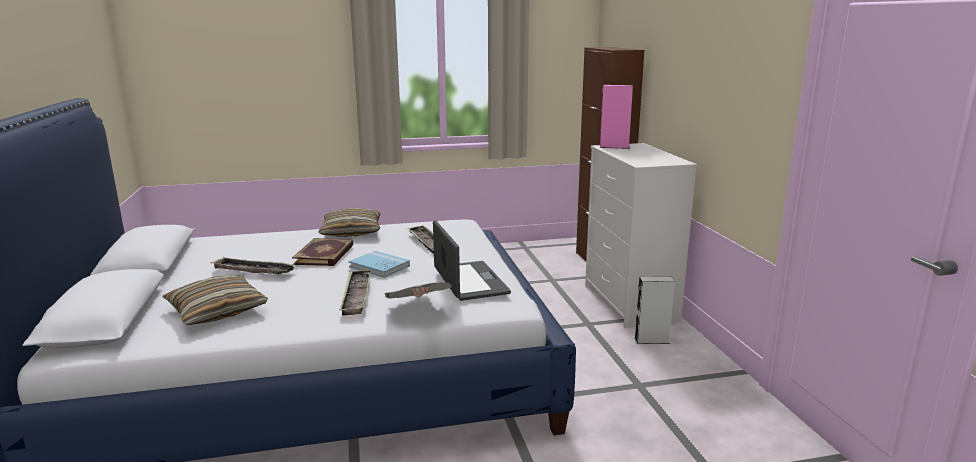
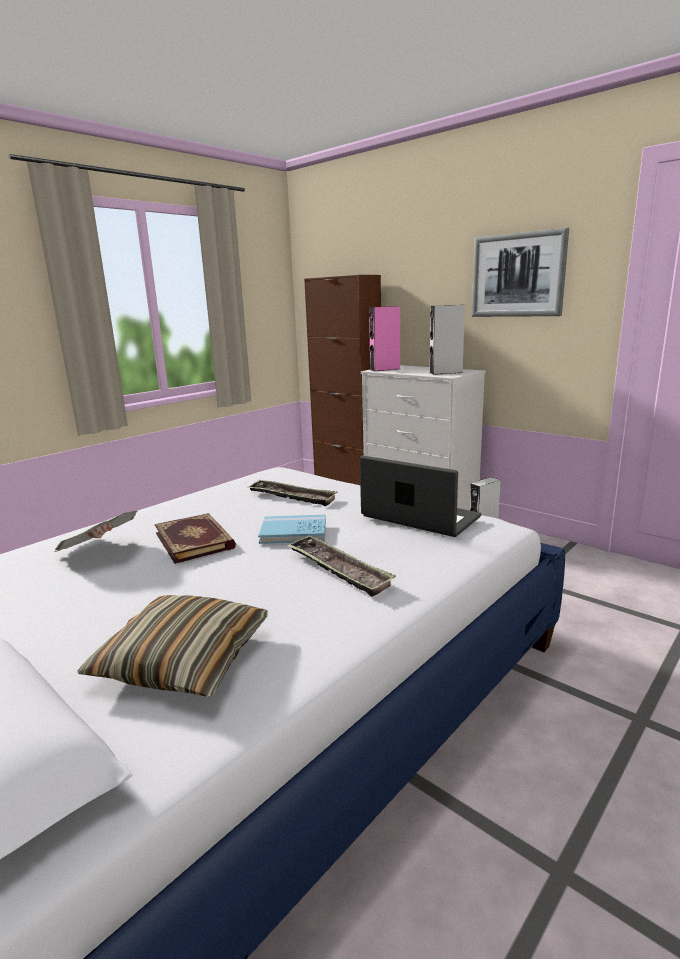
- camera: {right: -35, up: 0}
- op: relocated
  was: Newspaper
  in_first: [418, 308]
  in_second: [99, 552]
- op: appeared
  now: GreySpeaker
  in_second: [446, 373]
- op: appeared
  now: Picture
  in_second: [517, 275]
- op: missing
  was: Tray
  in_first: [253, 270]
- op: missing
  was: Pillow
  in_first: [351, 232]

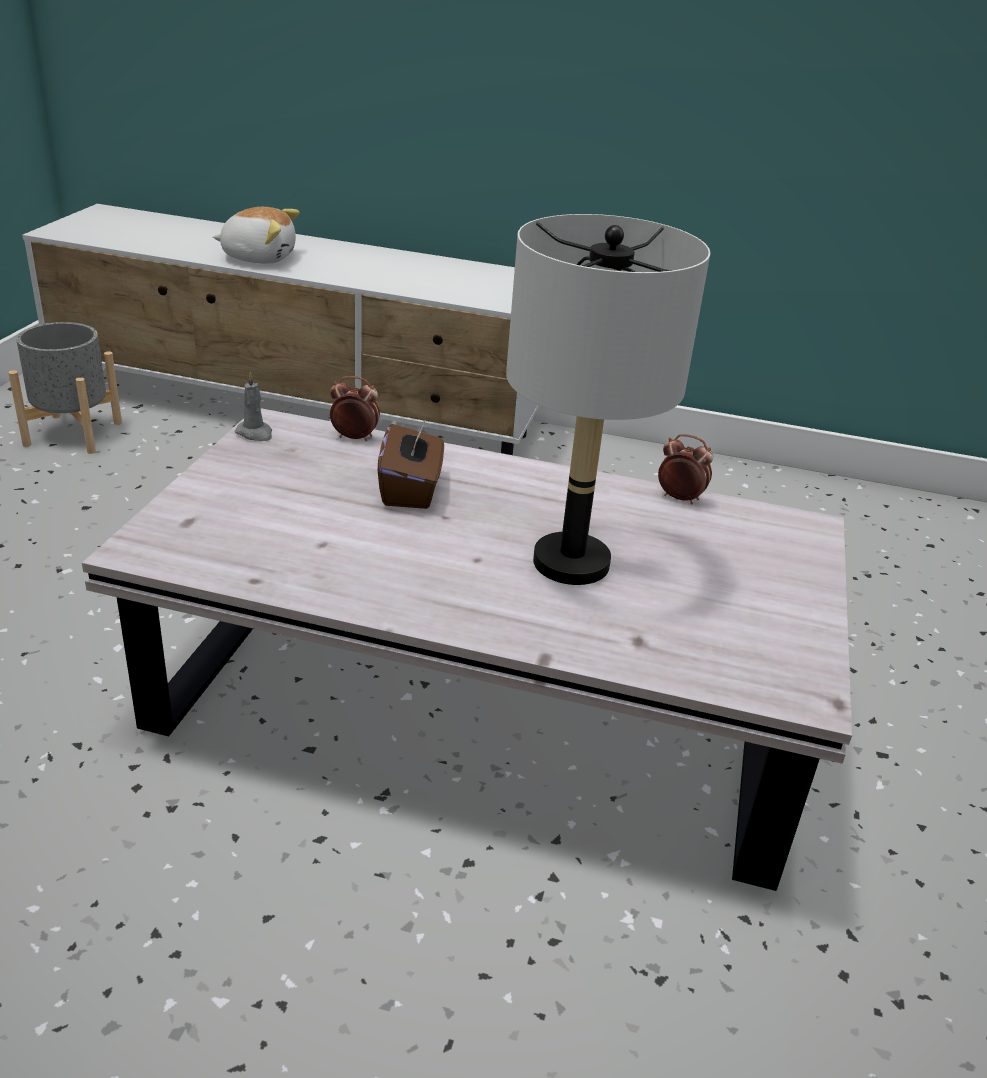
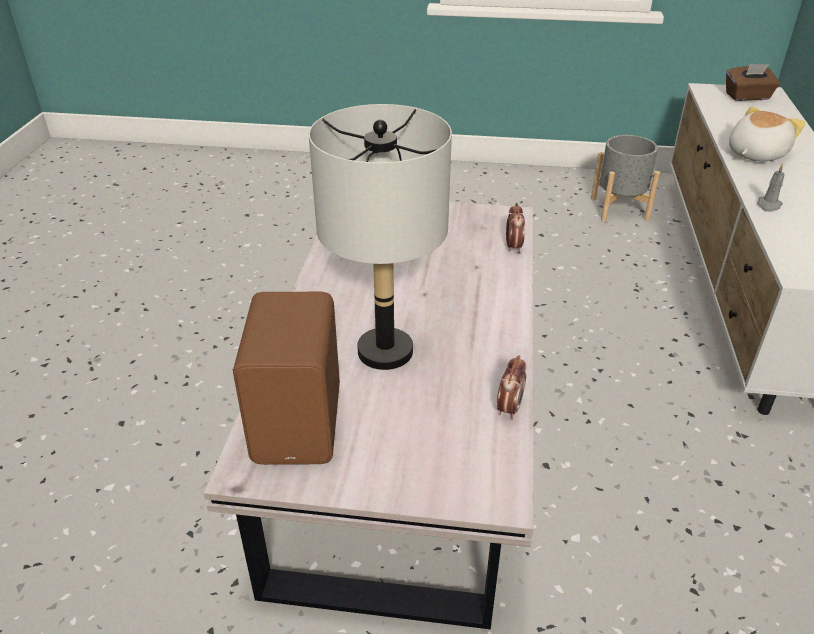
- camera: {right: 85, up: 5}
- op: appeared
  now: BrownSpeaker
  in_second: [301, 423]
- op: relocated
  was: BrownTissueBox
  in_first: [411, 490]
  in_second: [747, 97]
- op: spun
  was: PlushToy
  in_first: [259, 257]
  in_second: [754, 154]
  clockwise: -135
- op: relocated
  was: GreyCandle
  in_first: [255, 433]
  in_second: [768, 205]

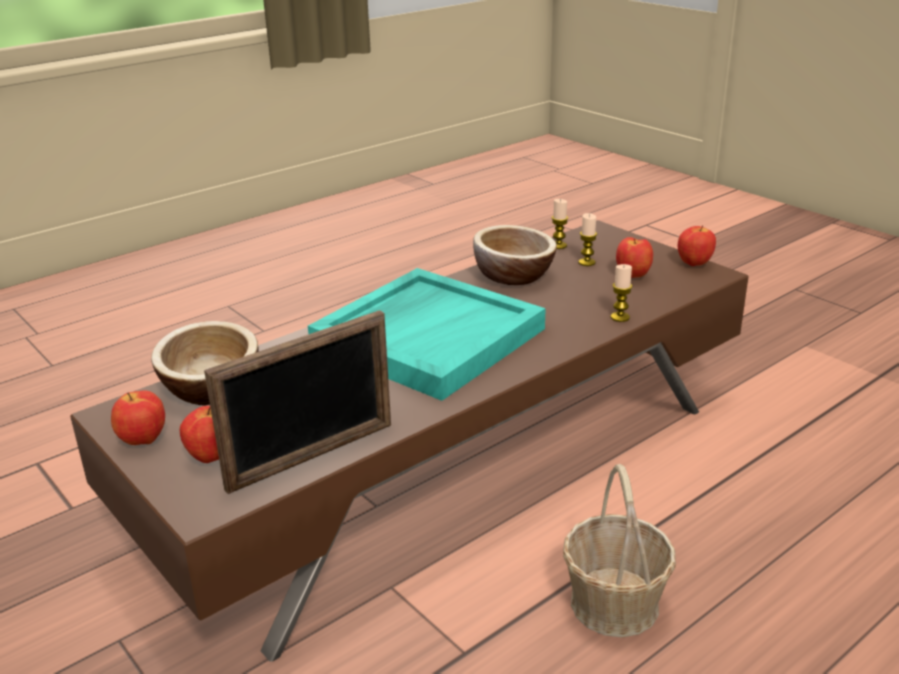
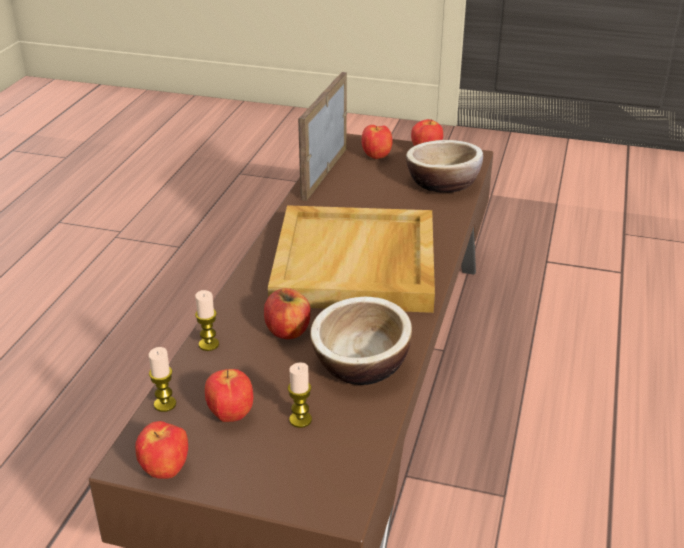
- camera: {right: 145, up: 5}
- op: relocated
  was: Candle
  in_first: [558, 245]
  in_second: [165, 404]
- op: appeared
  now: Apple
  in_second: [288, 331]
- op: colour
  was: TurquoiseTray
  now: BeigeTray
  in_first: [428, 336]
  in_second: [356, 265]
- op: missing
  was: Basket
  in_first: [614, 604]

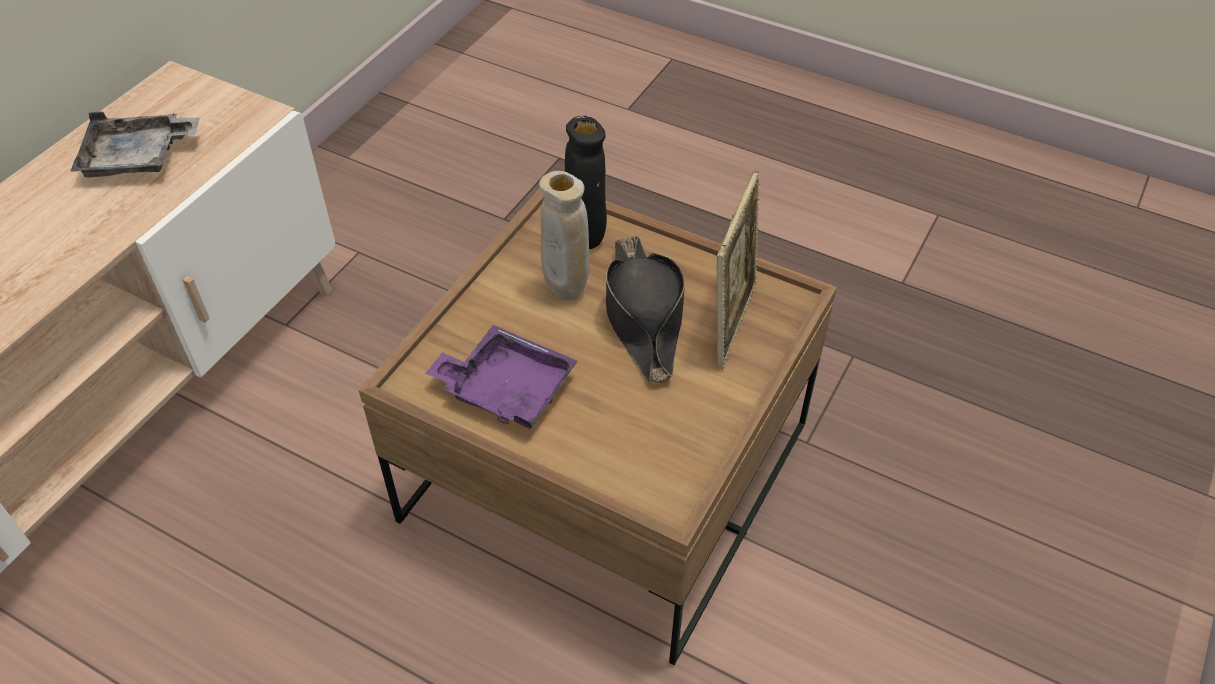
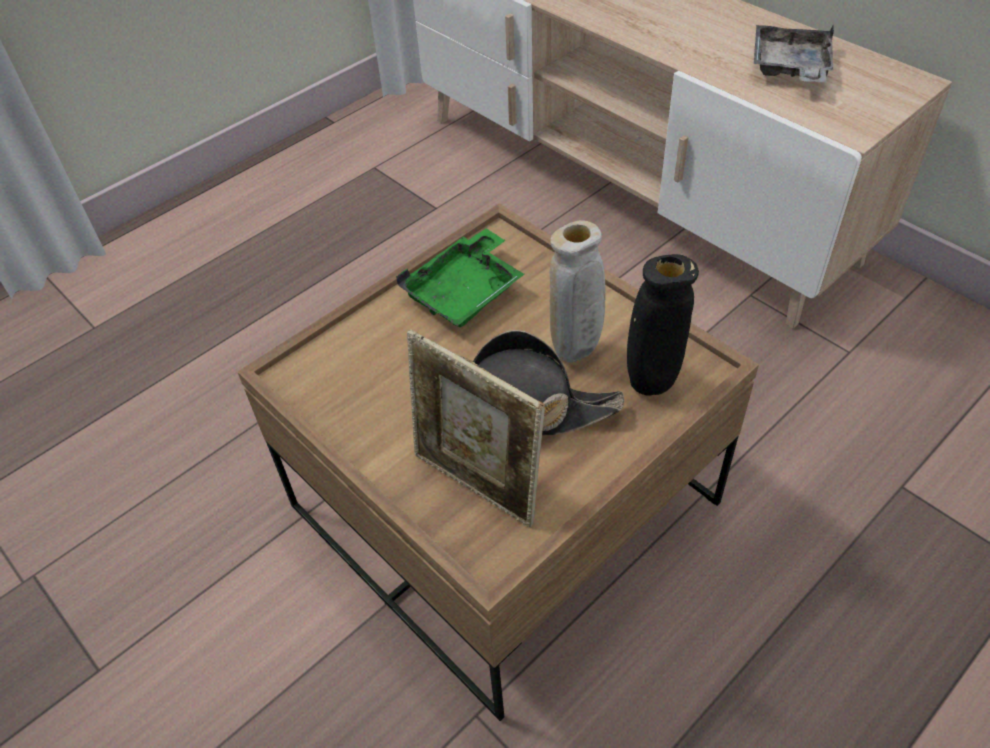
- camera: {right: 110, up: 0}
- op: colour
  was: PurpleTray
  now: GreenTray
  in_first: [506, 388]
  in_second: [465, 292]

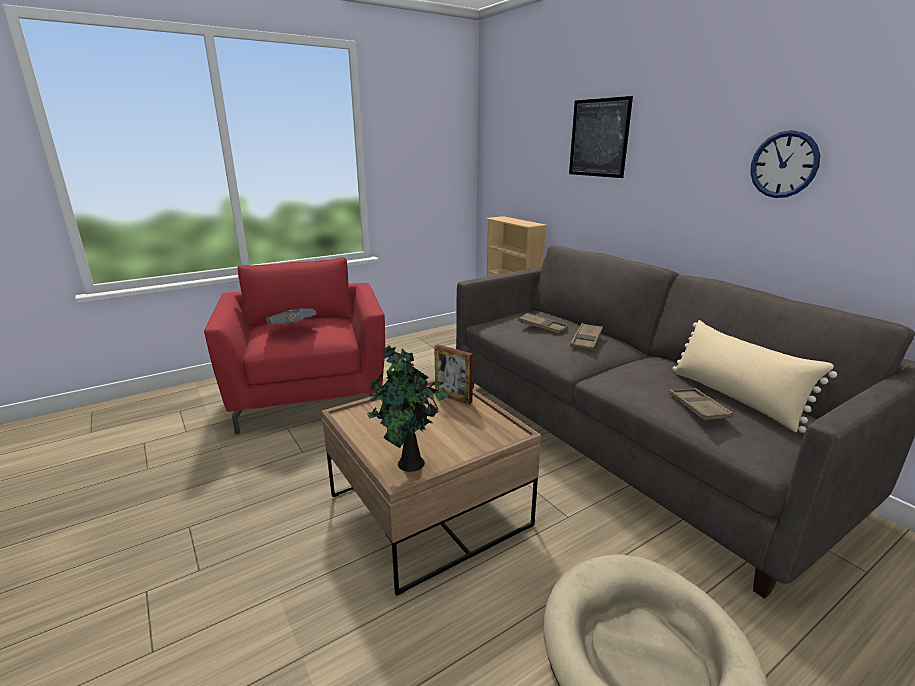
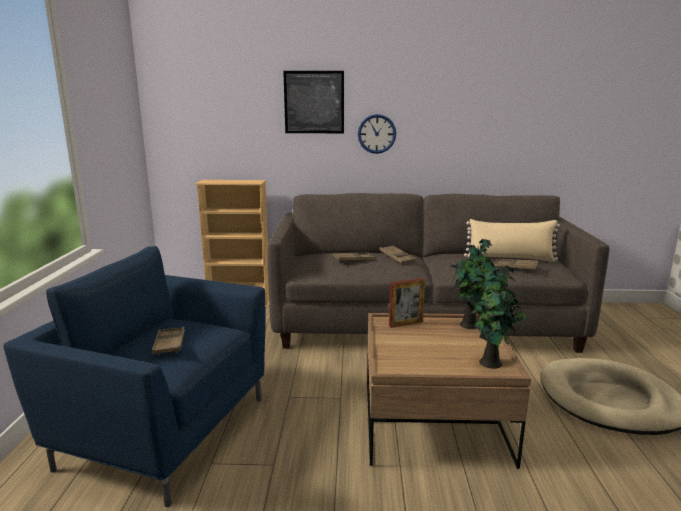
- camera: {right: -55, up: -5}
- op: colour
  was: RedArmchair
  now: BlueArmchair
  in_first: [310, 397]
  in_second: [164, 430]
- op: exchanged
  was: Newspaper
  now: BrownTray
  in_first: [293, 330]
  in_second: [169, 344]
- op: relocated
  was: WallClock
  in_first: [784, 164]
  in_second: [376, 134]
- op: appeared
  now: PottedPlant
  in_second: [471, 325]

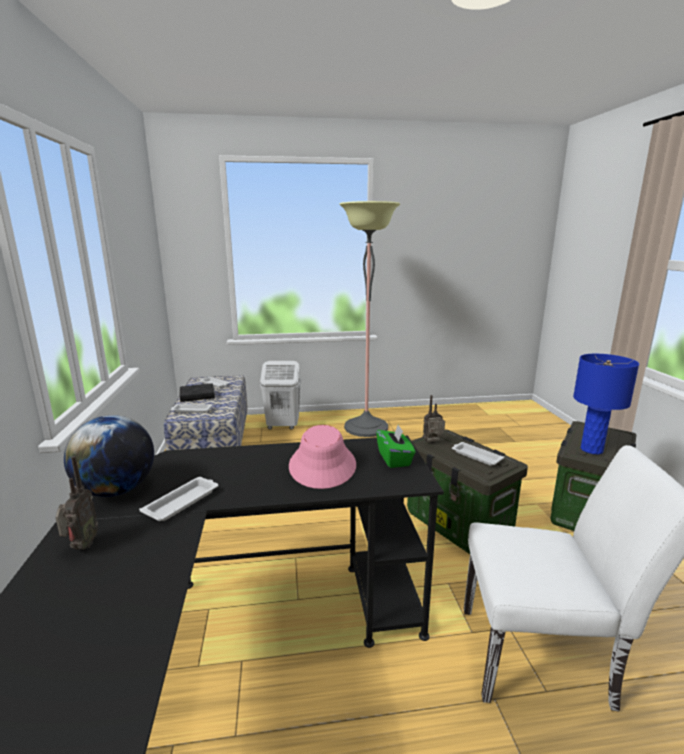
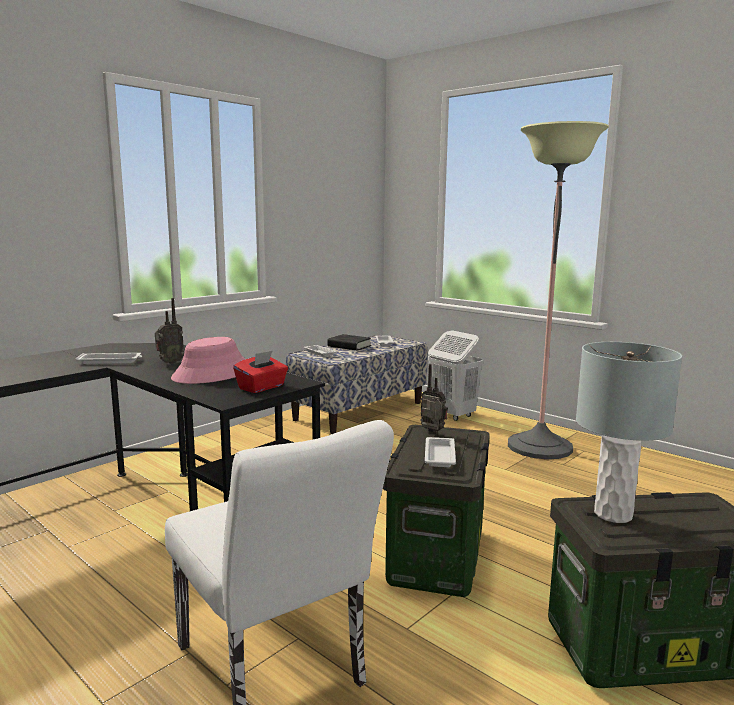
- camera: {right: 50, up: -5}
- op: relocated
  was: Radio
  in_first: [81, 546]
  in_second: [169, 363]
- op: colour
  was: GreenTissueBox
  now: RedTissueBox
  in_first: [394, 459]
  in_second: [262, 387]
- op: colour
  was: BlueTableLamp
  now: GreyTableLamp
  in_first: [591, 450]
  in_second: [612, 514]
- op: missing
  was: Globe
  in_first: [117, 490]

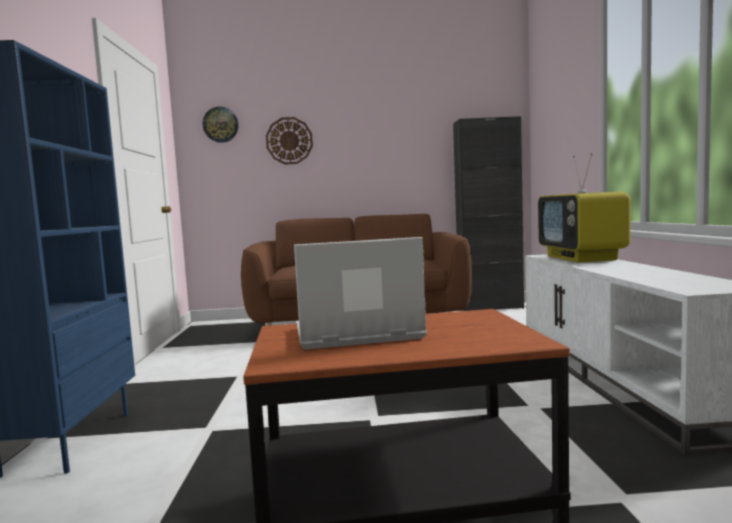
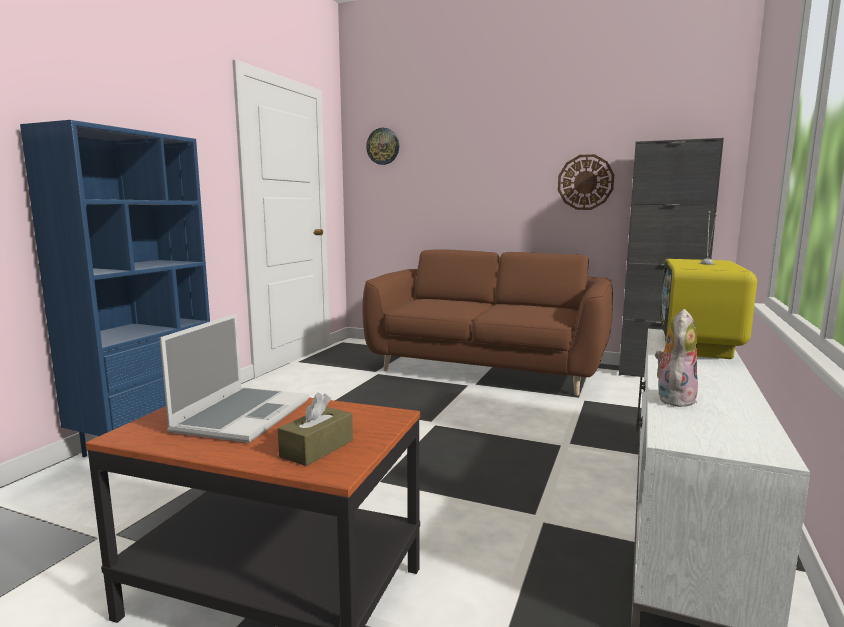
- camera: {right: 25, up: 5}
- op: spun
  was: Laptop
  in_first: [356, 334]
  in_second: [242, 415]
  clockwise: 90
- op: appeared
  now: BrownTissueBox
  in_second: [317, 448]
- op: relocated
  was: WallClock
  in_first: [289, 141]
  in_second: [585, 182]
- op: appeared
  now: PlushToy
  in_second: [673, 398]

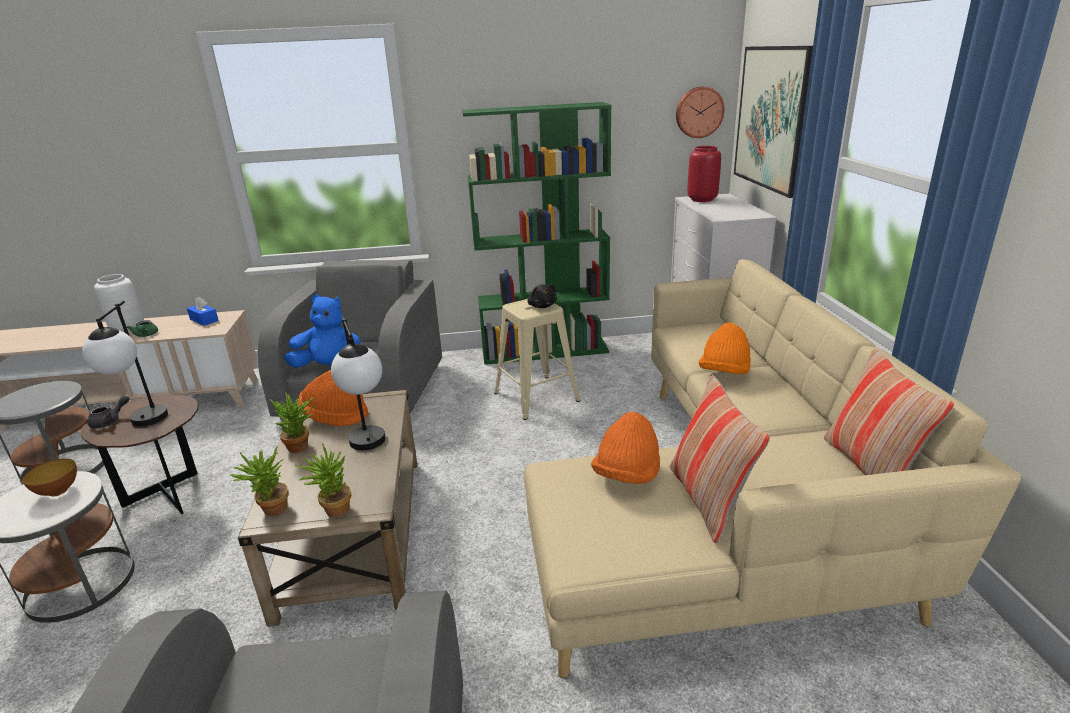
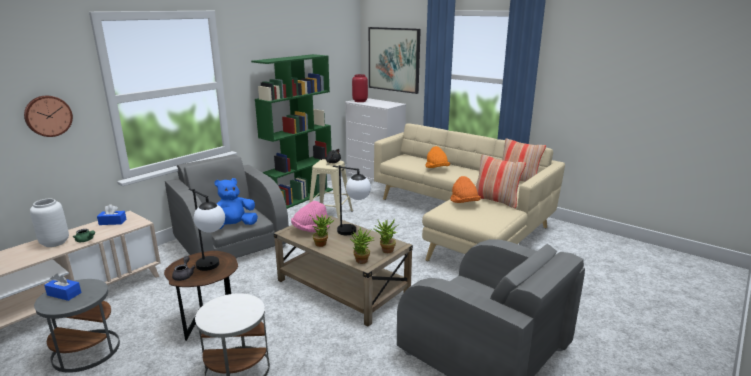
- camera: {right: -45, up: -5}
- op: relocated
  was: WallClock
  in_first: [699, 112]
  in_second: [48, 116]
- op: appeared
  now: BlueTissueBox
  in_second: [64, 294]
- op: colour
  was: OrangeHat
  now: PinkHat
  in_first: [335, 416]
  in_second: [310, 230]
- op: missing
  was: Bowl
  in_first: [58, 491]

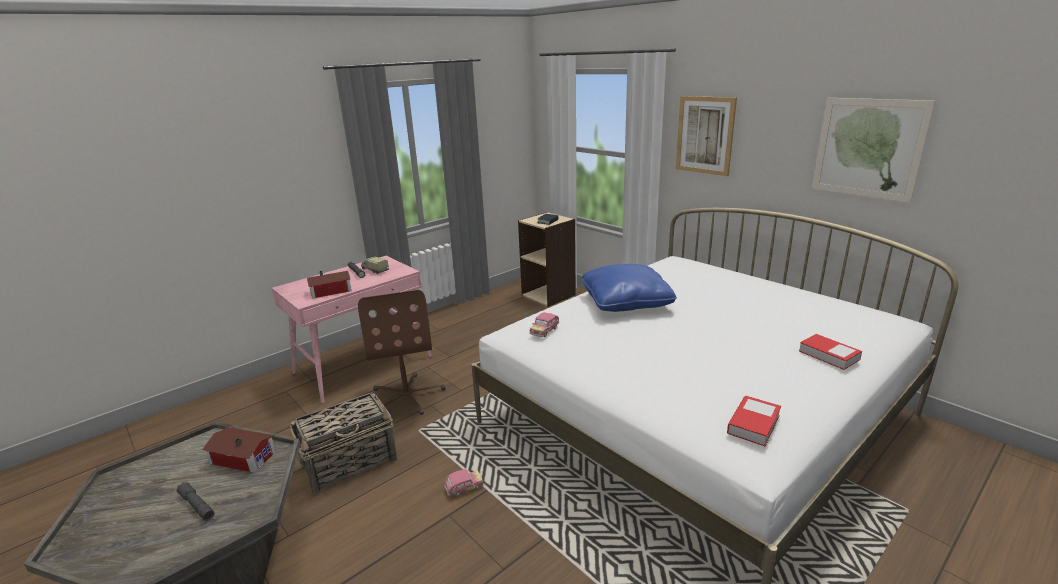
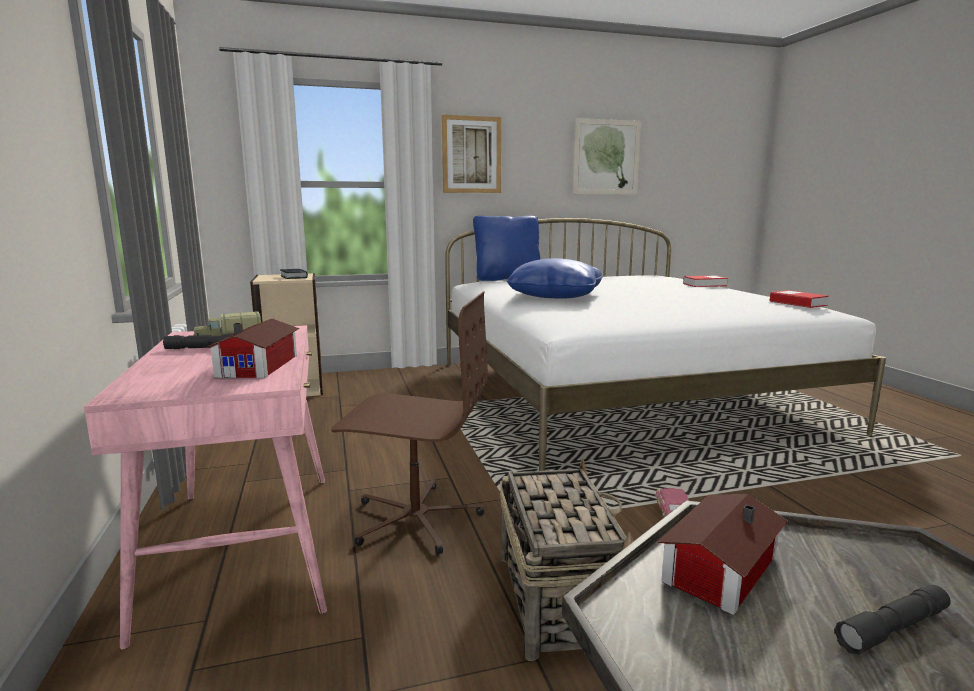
- camera: {right: -65, up: -10}
- op: appeared
  now: BluePillow
  in_second: [507, 279]
- op: missing
  was: ToyCar
  in_first: [544, 331]

